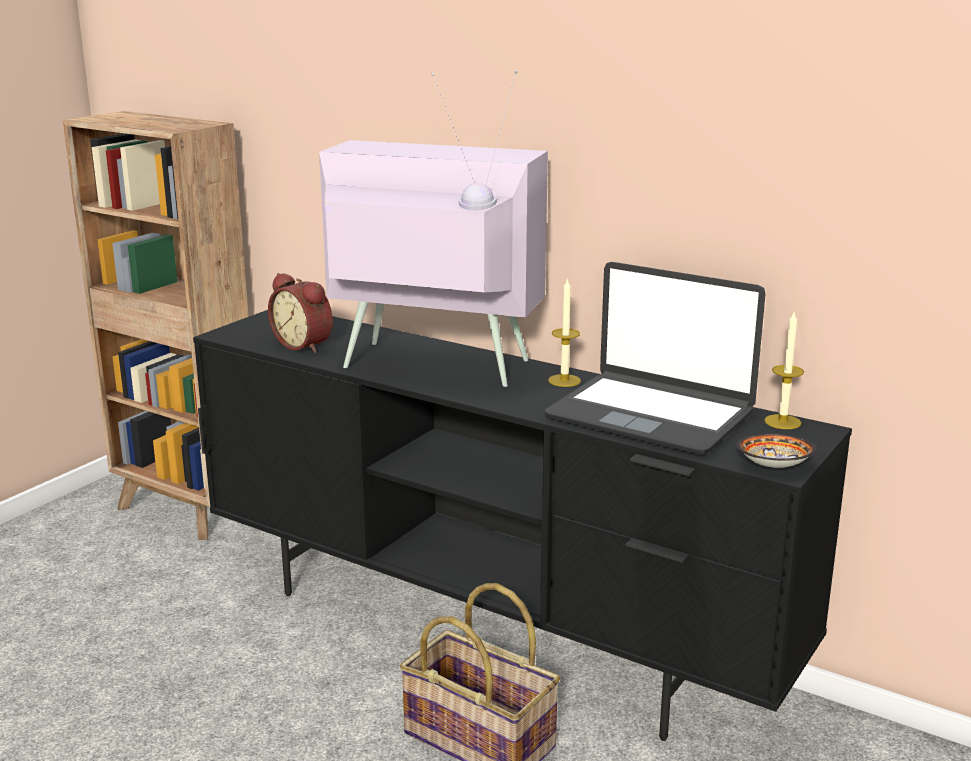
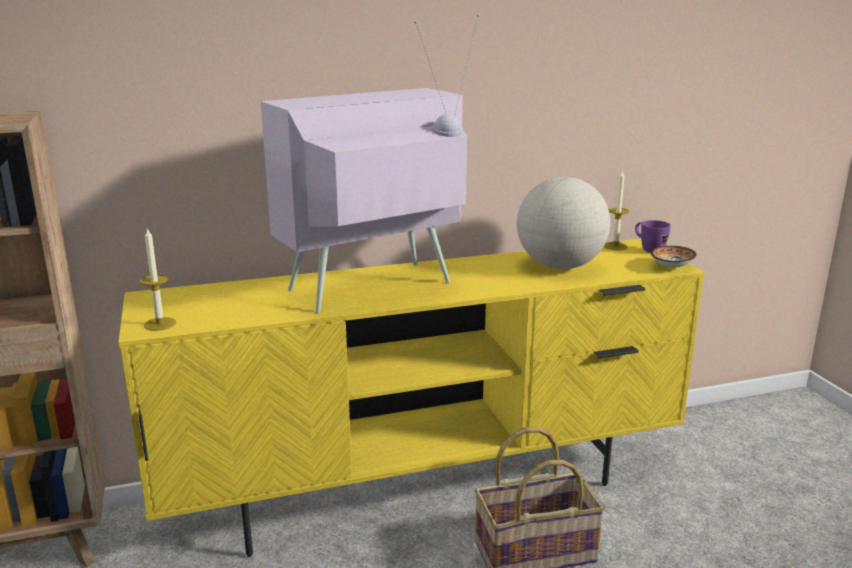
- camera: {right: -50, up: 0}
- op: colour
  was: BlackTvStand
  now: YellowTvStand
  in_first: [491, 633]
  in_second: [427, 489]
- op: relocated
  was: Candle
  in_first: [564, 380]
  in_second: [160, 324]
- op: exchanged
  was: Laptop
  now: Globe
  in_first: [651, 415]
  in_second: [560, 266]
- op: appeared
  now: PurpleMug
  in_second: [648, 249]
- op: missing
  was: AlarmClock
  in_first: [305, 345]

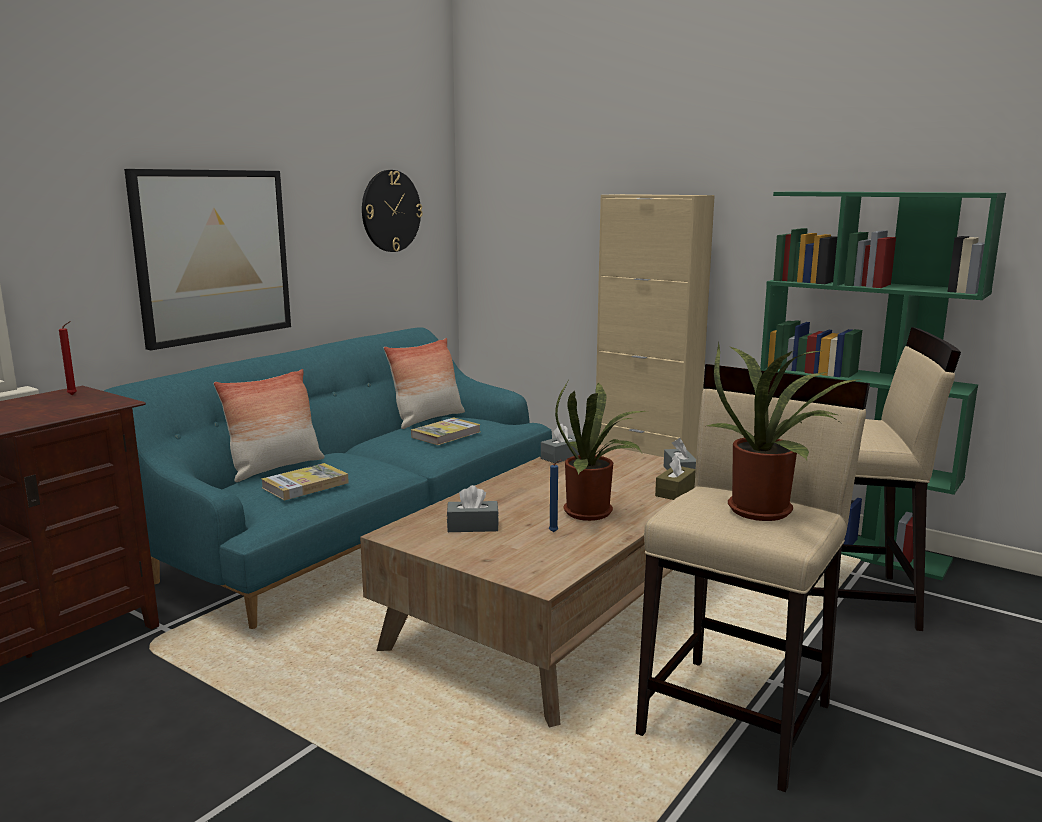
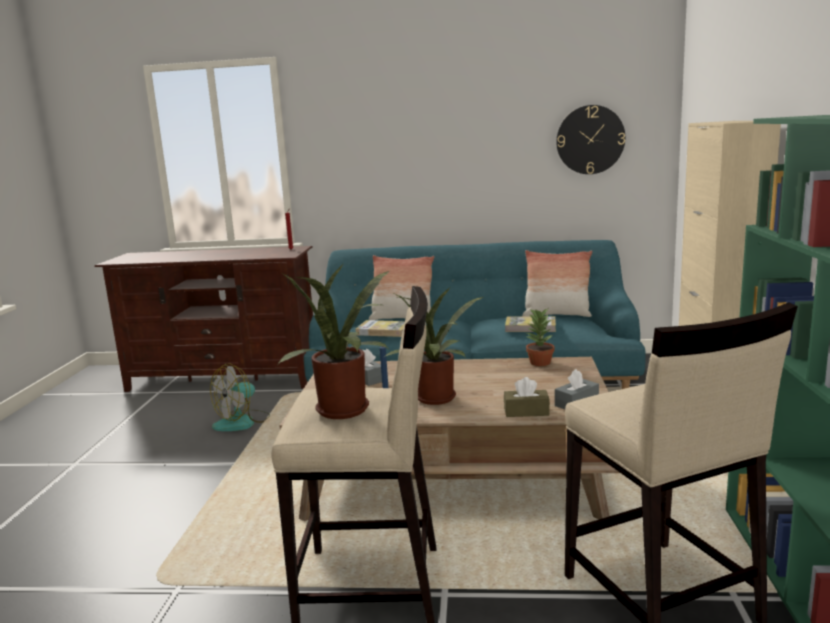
- camera: {right: 60, up: 0}
- op: appeared
  now: Fan
  in_second: [242, 422]
- op: exchanged
  was: GreyTissueBox
  now: PottedPlant
  in_first: [562, 457]
  in_second: [539, 362]
- op: missing
  was: Picture
  in_first: [213, 255]

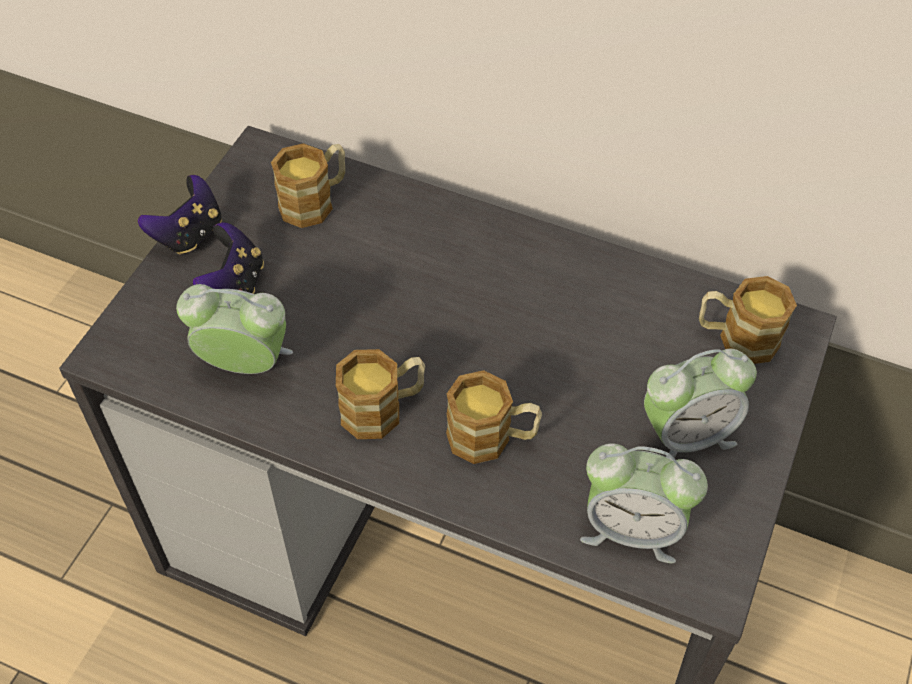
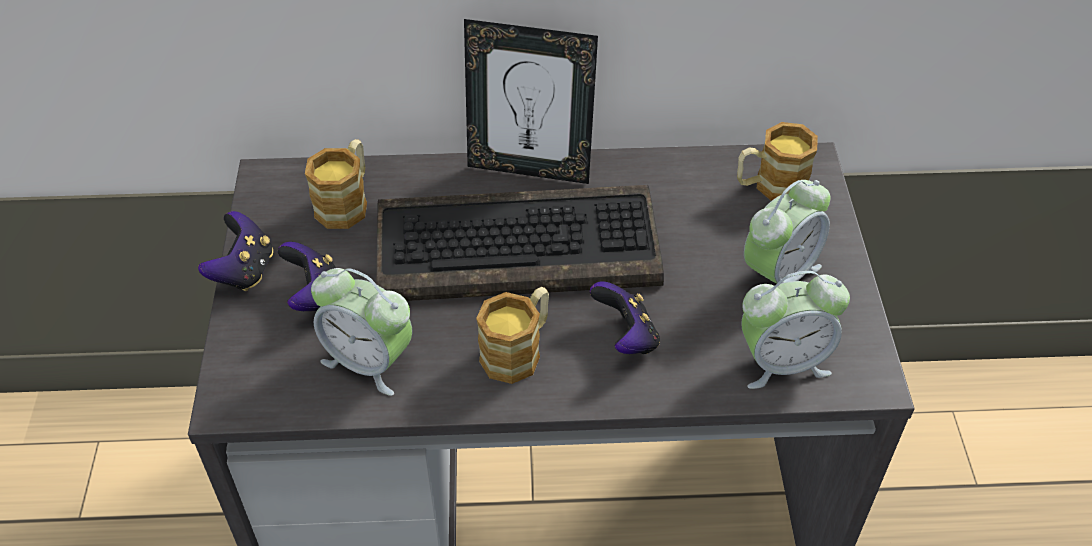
- camera: {right: -25, up: -5}
- op: spun
  was: AlarmClock
  in_first: [245, 364]
  in_second: [369, 361]
  clockwise: -135
- op: appeared
  now: Keyboard
  in_second: [520, 246]
- op: appeared
  now: PictureFrame
  in_second: [529, 168]
- op: exchanged
  was: Mug
  now: GameController
  in_first: [492, 438]
  in_second: [626, 337]

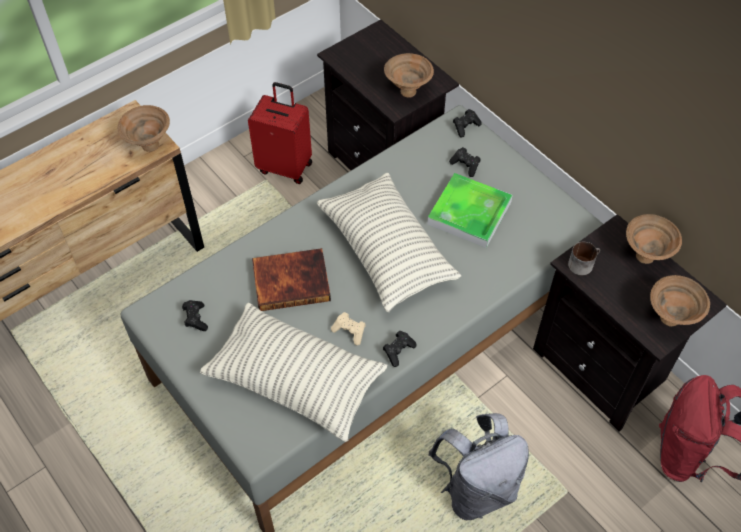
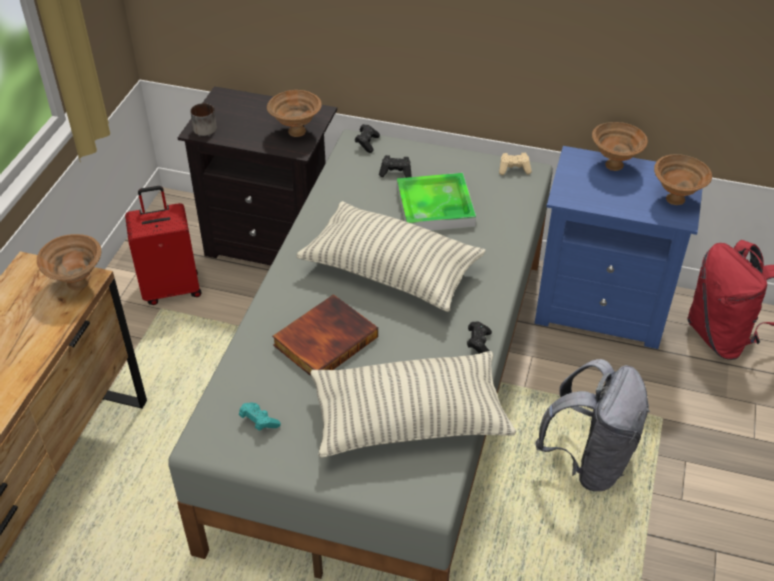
- camera: {right: -35, up: -10}
- op: relocated
  was: Mug
  in_first: [582, 263]
  in_second: [206, 127]
- op: colour
  was: BlackGameController
  now: TurquoiseGameController
  in_first: [195, 319]
  in_second: [258, 422]
- op: relocated
  was: BeigeGameController
  in_first: [350, 332]
  in_second: [514, 169]
- op: colour
  was: BlackNightstand
  now: BlueNightstand
  in_first: [603, 367]
  in_second: [602, 307]

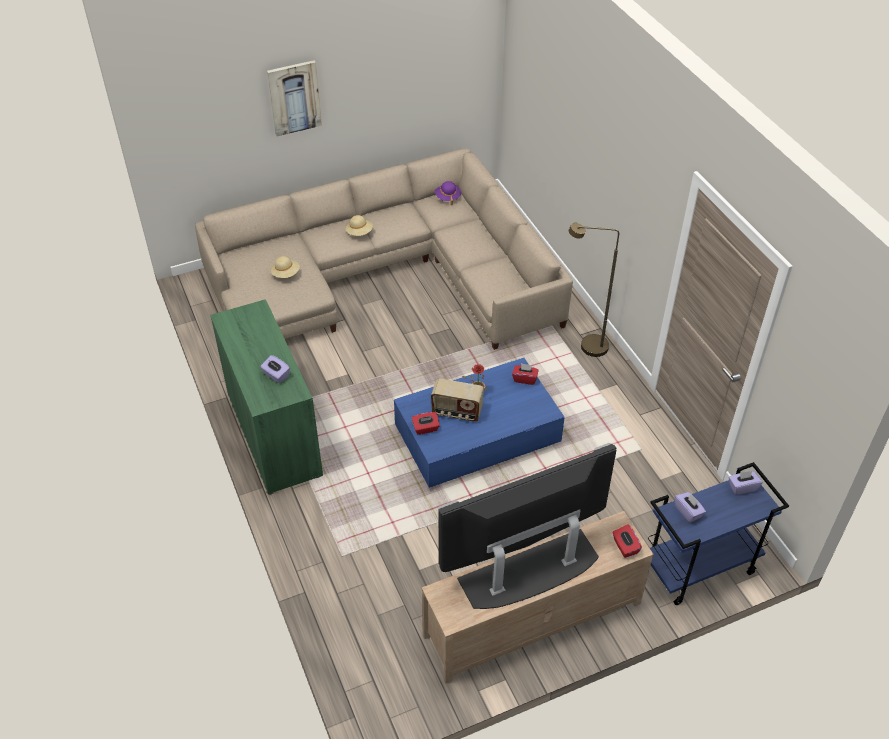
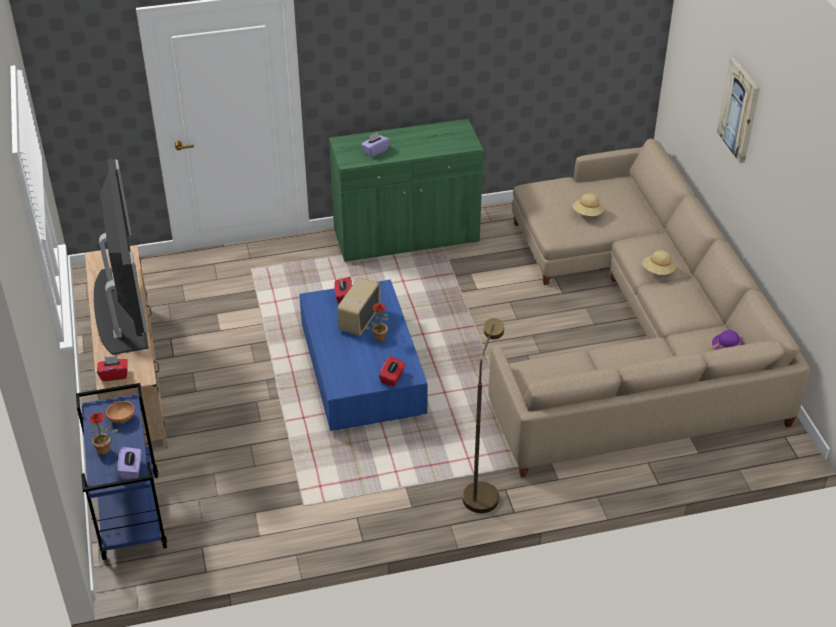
- camera: {right: 100, up: -5}
- op: appeared
  now: PottedPlant
  in_second: [106, 450]
- op: exchanged
  was: PurpleTissueBox
  now: BrownBowl
  in_first: [688, 512]
  in_second: [122, 418]

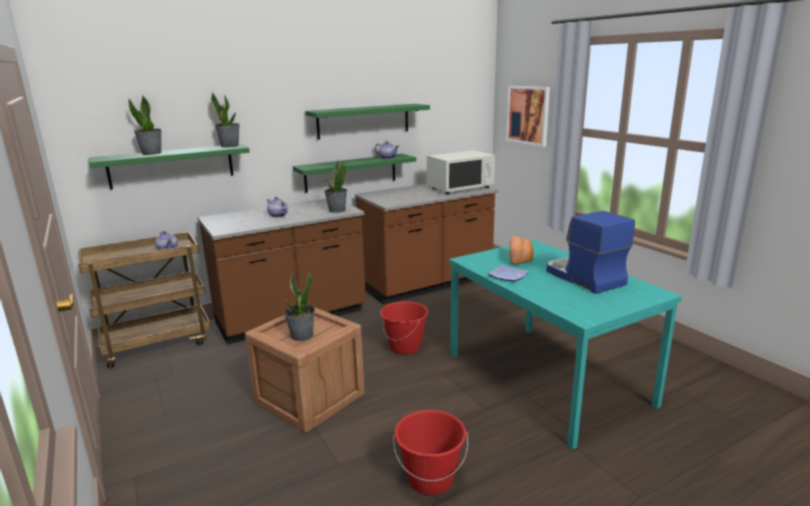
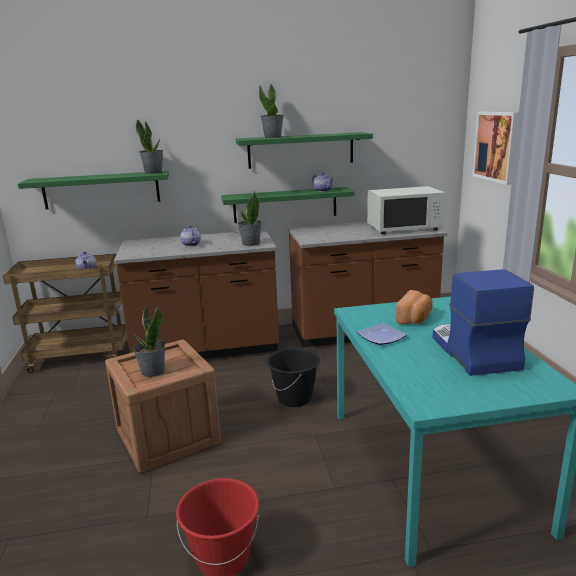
- camera: {right: 20, up: 0}
- op: relocated
  was: PottedPlant
  in_first: [152, 153]
  in_second: [273, 137]
- op: colour
  was: RedBucket
  now: BlackBucket
  in_first: [405, 347]
  in_second: [295, 398]

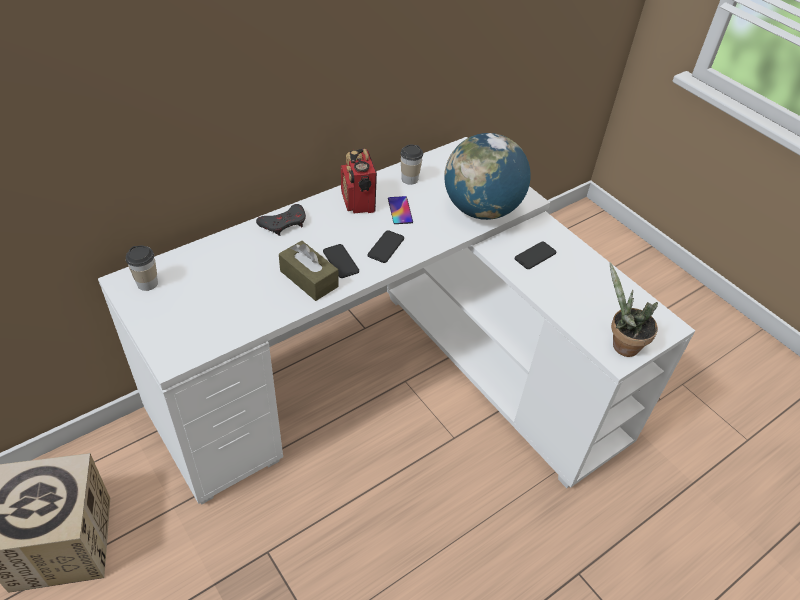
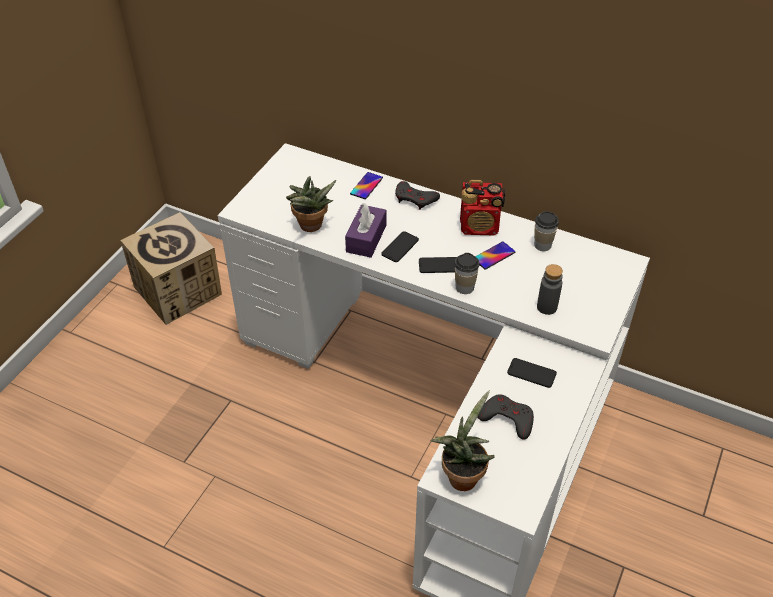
- camera: {right: 65, up: 0}
- op: appeared
  now: PottedPlant
  in_second: [311, 227]
- op: colour
  was: BrownTissueBox
  now: PurpleTissueBox
  in_first: [309, 279]
  in_second: [366, 238]
- op: appeared
  now: Phone
  in_second: [366, 186]
- op: relocated
  was: Cup
  in_first: [147, 283]
  in_second: [464, 287]
- op: spun
  was: Radio
  in_first: [358, 202]
  in_second: [480, 227]
  clockwise: -135
- op: appeared
  now: GreyGameController
  in_second: [507, 419]
- op: exchanged
  was: Globe
  now: GreyBottle
  in_first: [481, 210]
  in_second: [547, 307]

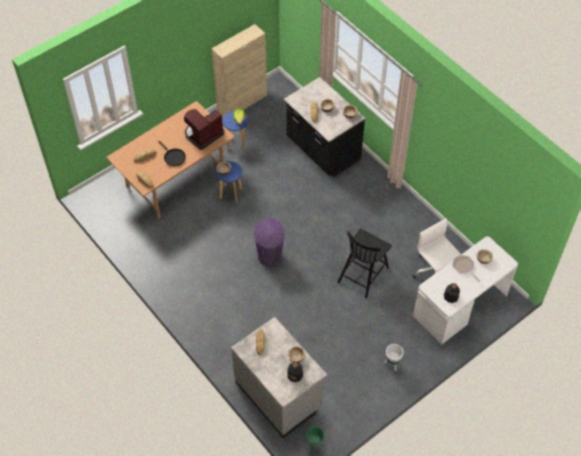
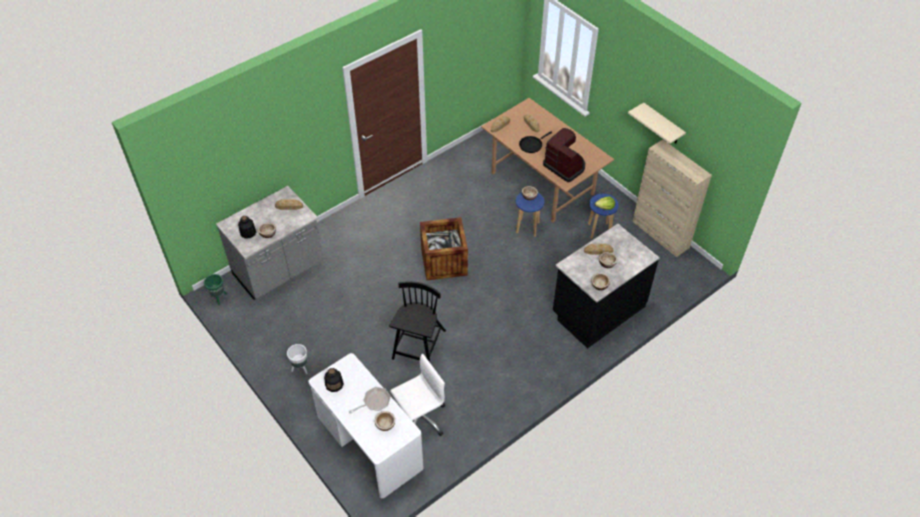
- camera: {right: 90, up: -5}
- op: spun
  was: BlackChair
  in_first: [363, 274]
  in_second: [419, 346]
  clockwise: 75
- op: exchanged
  was: PurpleTrashCan
  now: Crate
  in_first: [270, 256]
  in_second: [444, 262]
- op: appeared
  now: BeigeShelf
  in_second: [662, 124]

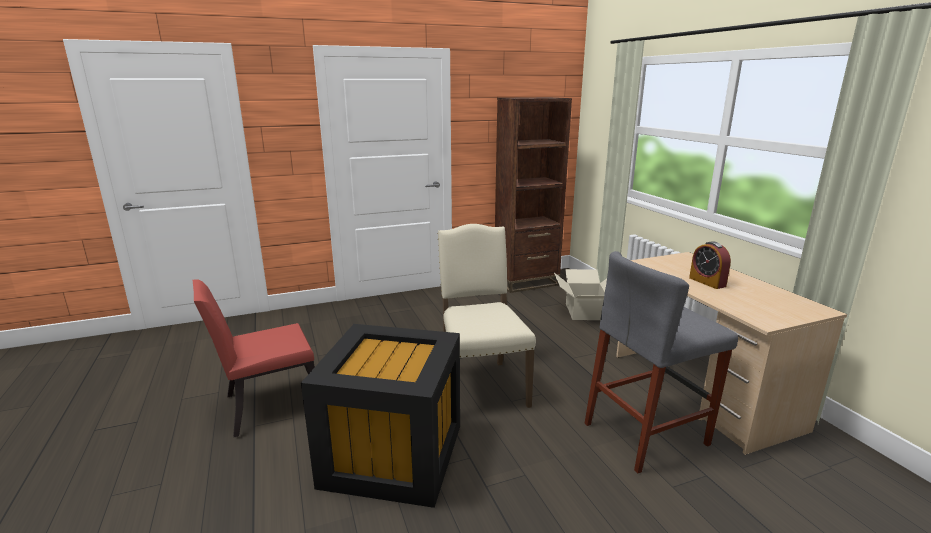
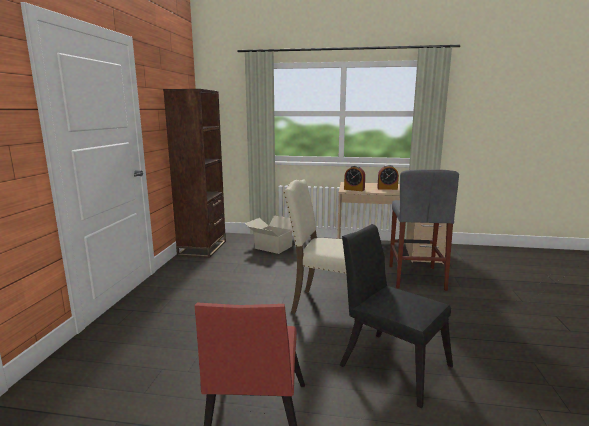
- camera: {right: -60, up: -5}
- op: exchanged
  was: BlackStorageBox
  now: BlackChair
  in_first: [395, 454]
  in_second: [390, 362]
- op: appeared
  now: AlarmClock
  in_second: [354, 189]

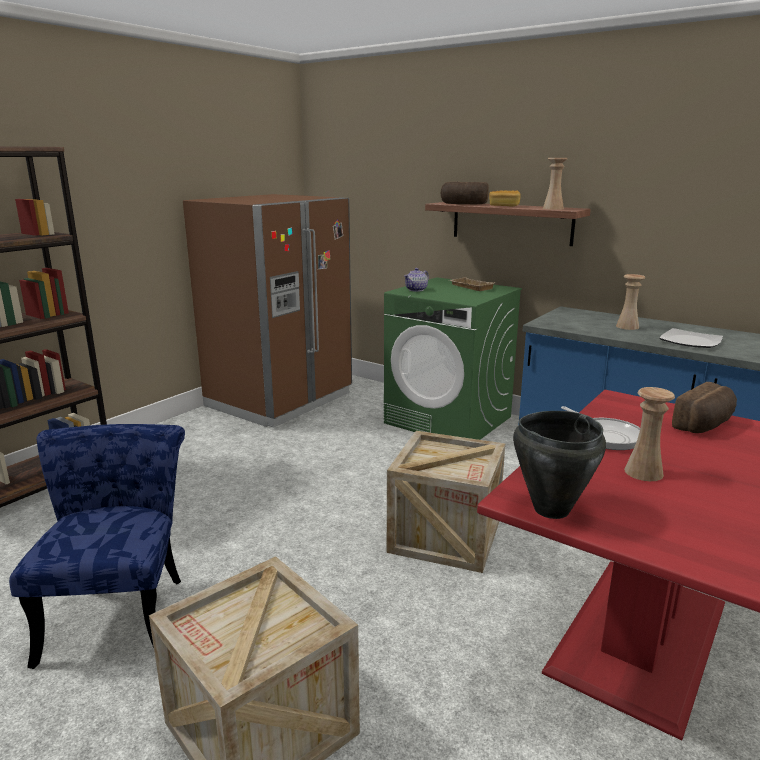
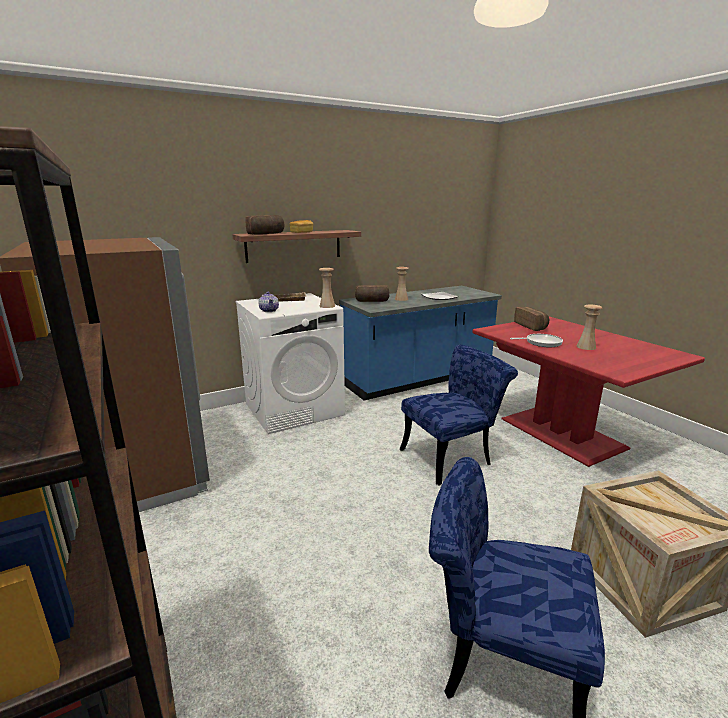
- camera: {right: -65, up: 0}
- op: colour
  was: GreenWashingMachine
  now: WhiteWashingMachine
  in_first: [449, 420]
  in_second: [294, 409]
- op: relocated
  was: BeigeVase
  in_first: [553, 208]
  in_second: [327, 306]
- op: appeared
  now: Bread
  in_second: [372, 301]
- op: exchanged
  was: Crate
  now: BlueChair
  in_first: [445, 536]
  in_second: [452, 456]
- op: missing
  was: BlackCookingPot
  in_first: [550, 509]

